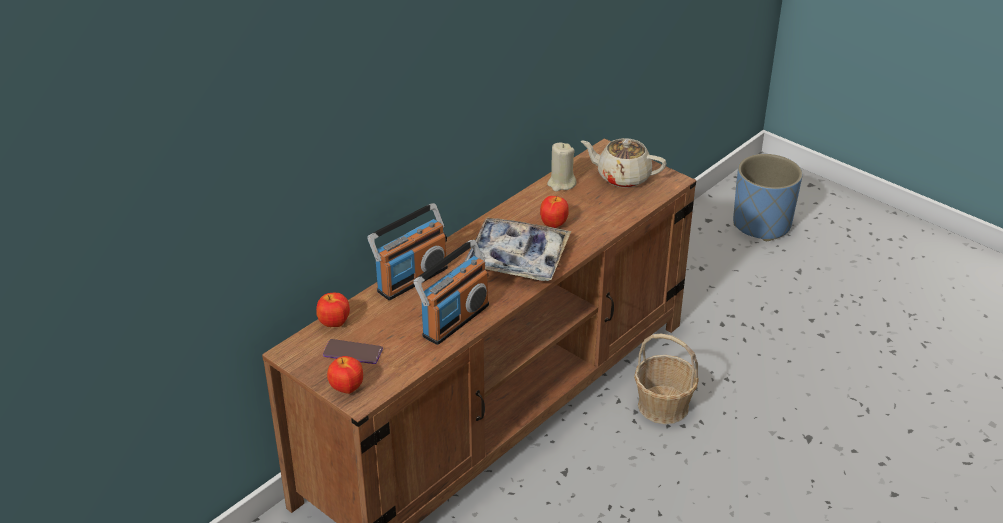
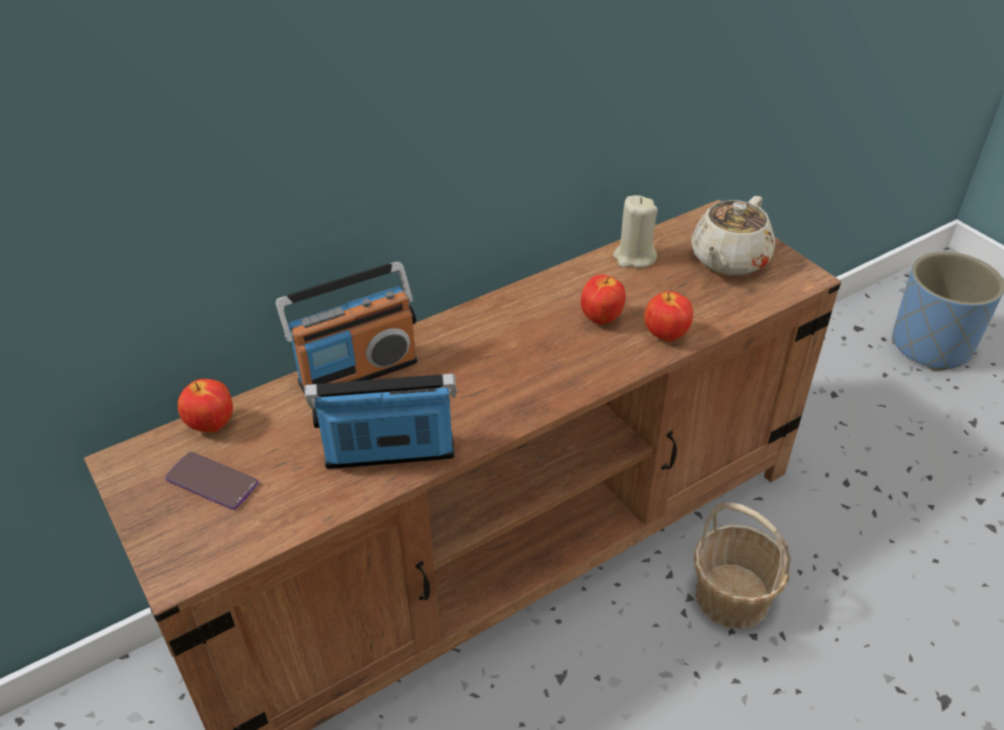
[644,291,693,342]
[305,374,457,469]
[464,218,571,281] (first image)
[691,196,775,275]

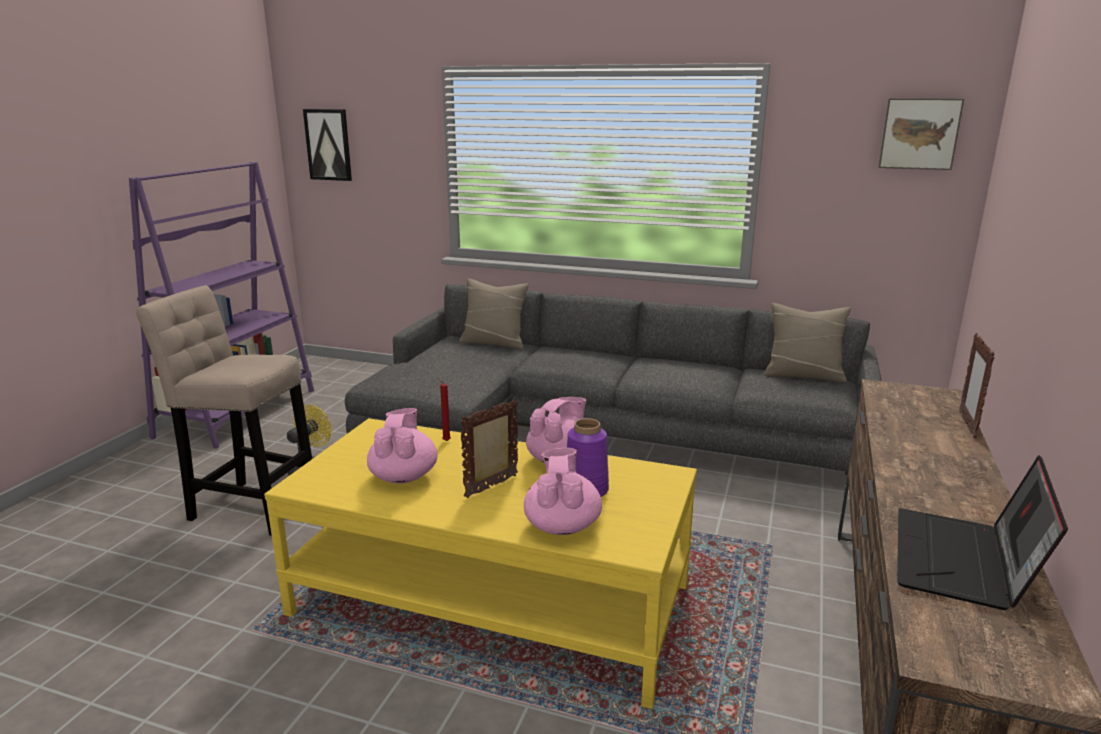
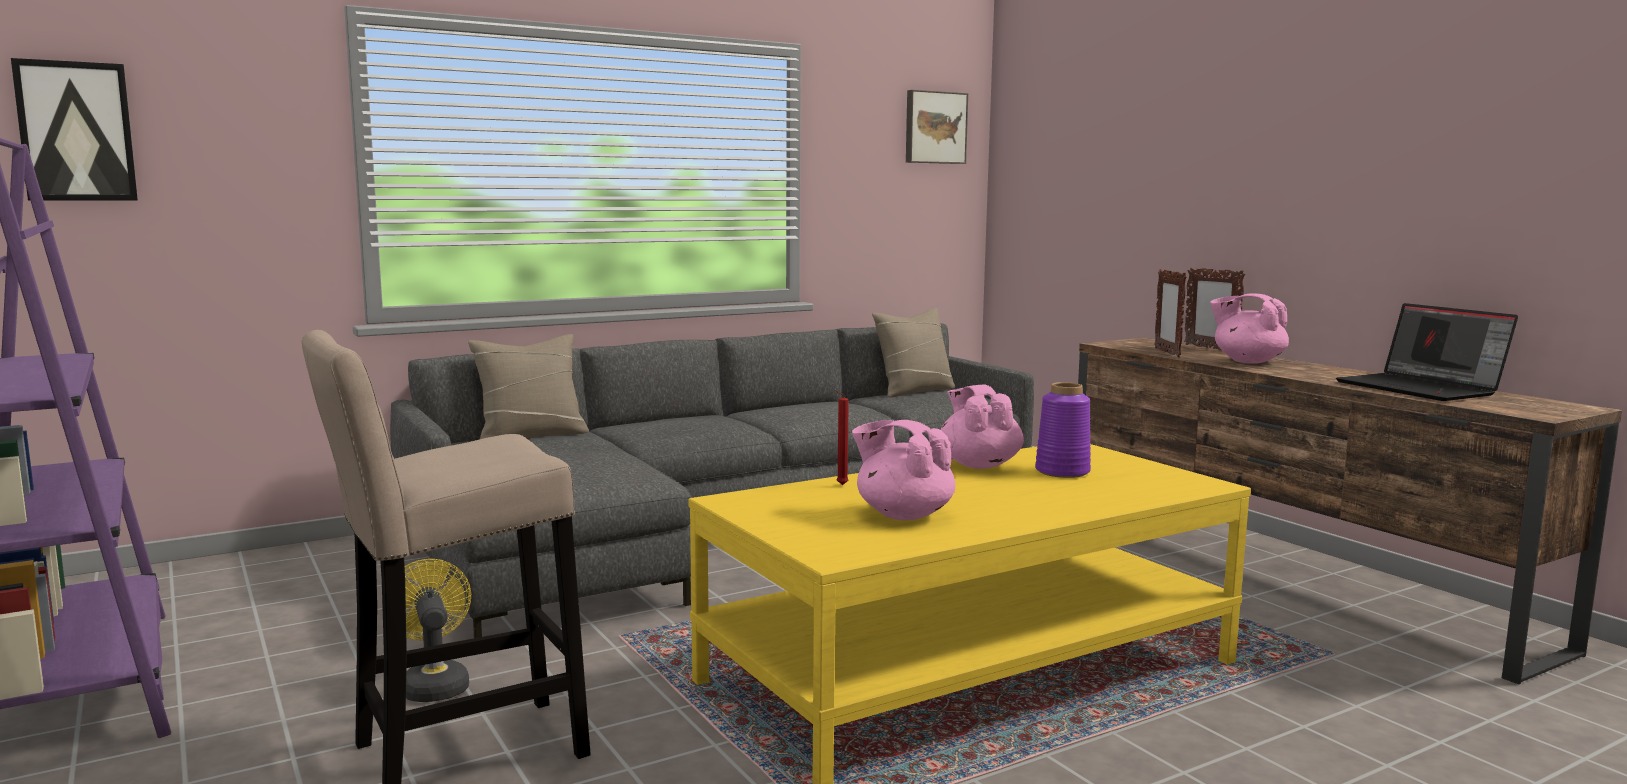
[1154,269,1187,357]
[1210,293,1289,364]

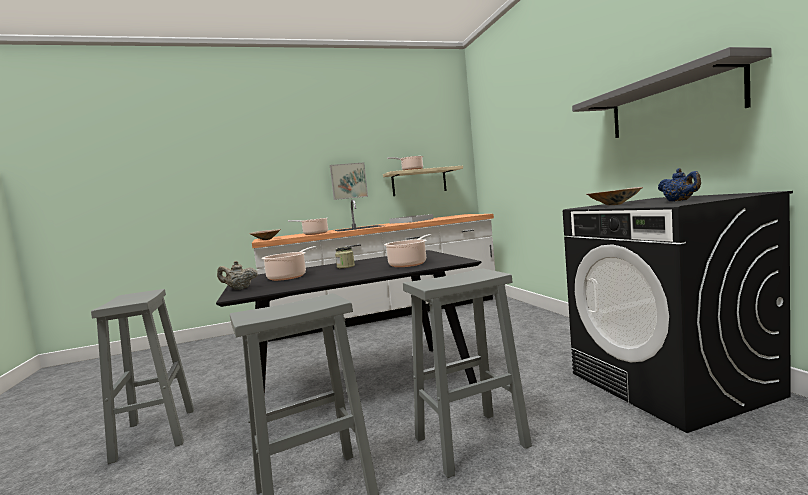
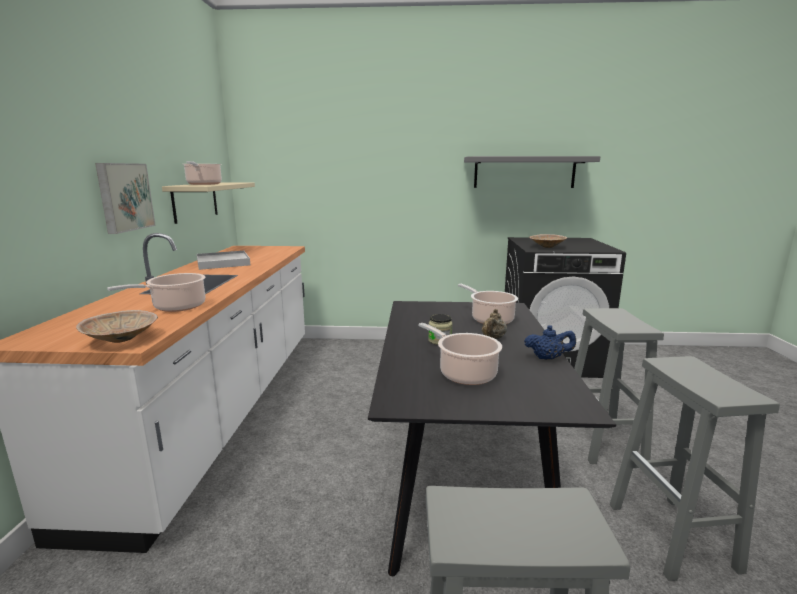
[482,309,507,340]
[524,325,576,360]

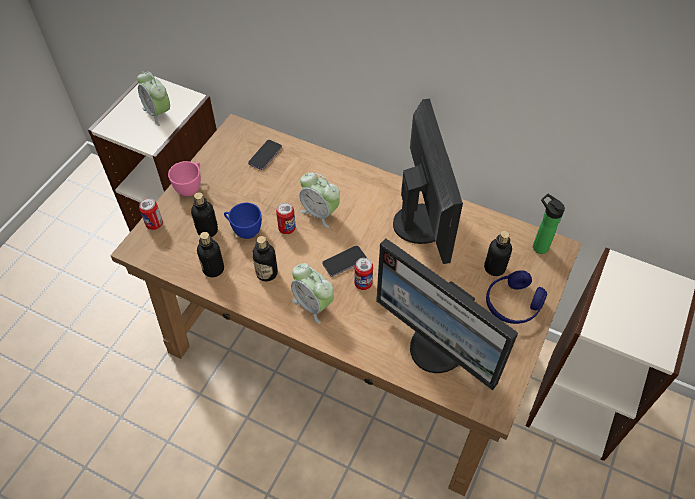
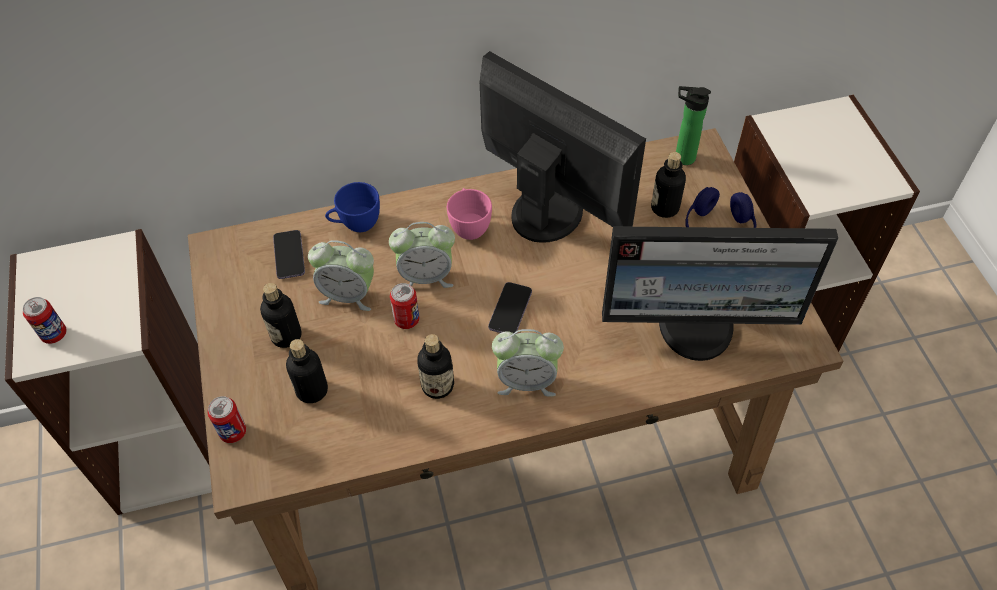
[308,240,374,311]
[447,188,492,240]
[260,283,302,348]
[325,182,380,232]
[23,297,67,344]

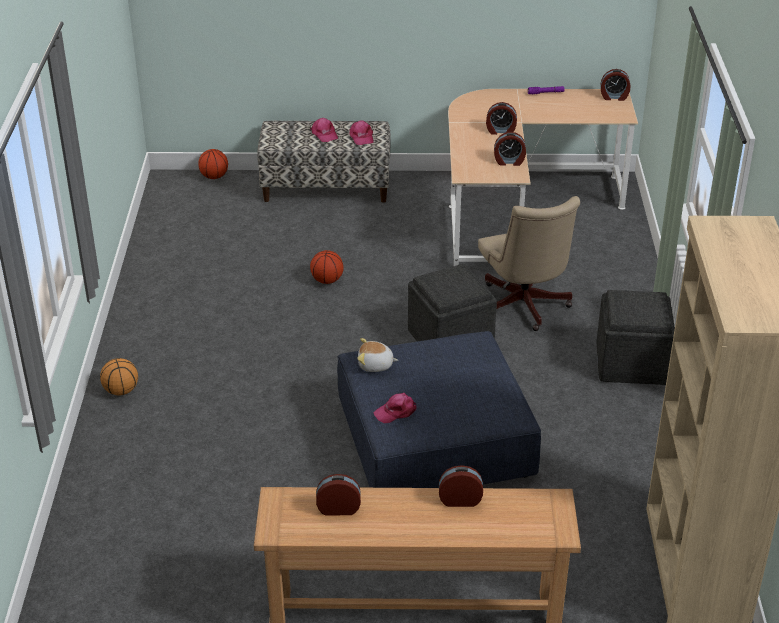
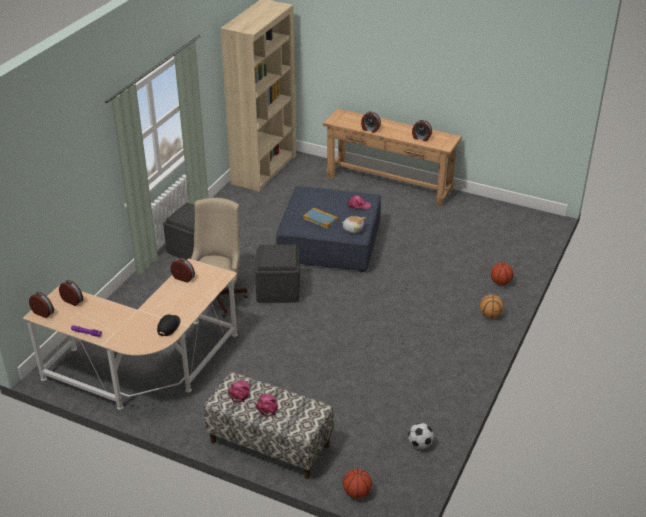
[491,263,514,285]
[59,280,83,306]
[157,315,180,336]
[303,208,338,229]
[408,423,434,449]

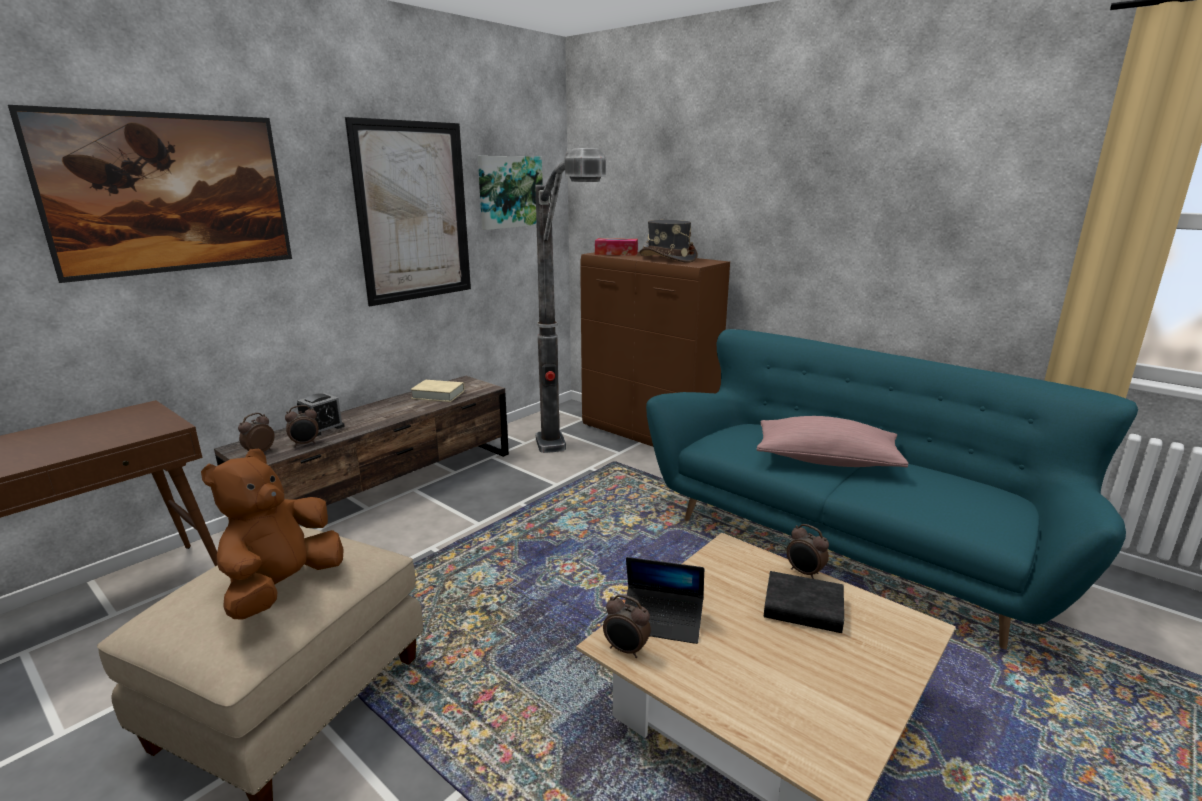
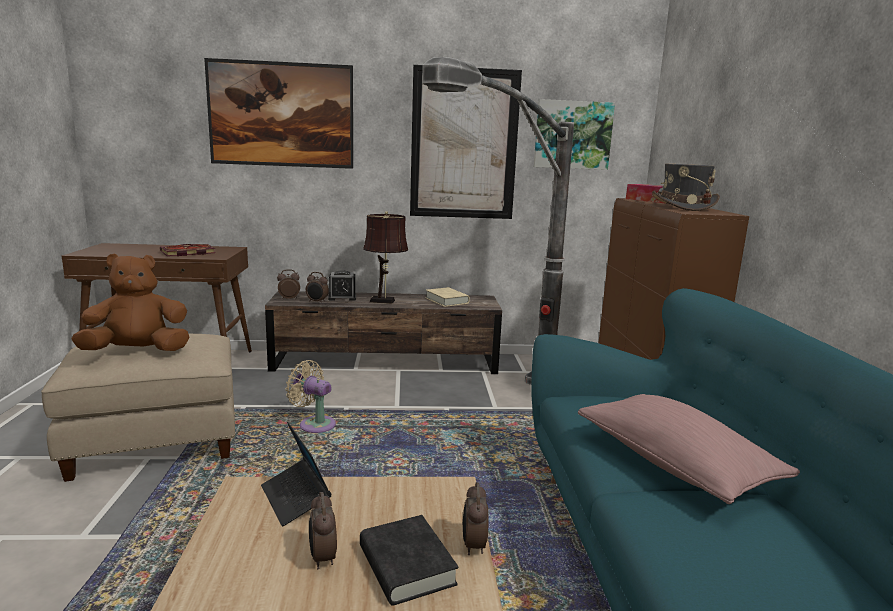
[309,492,337,569]
[160,244,215,256]
[285,360,336,433]
[363,211,408,304]

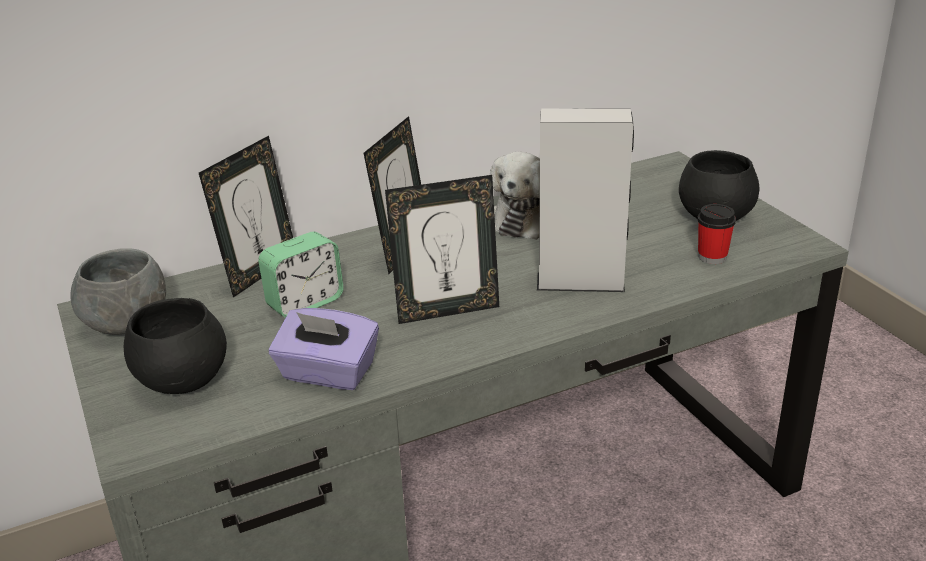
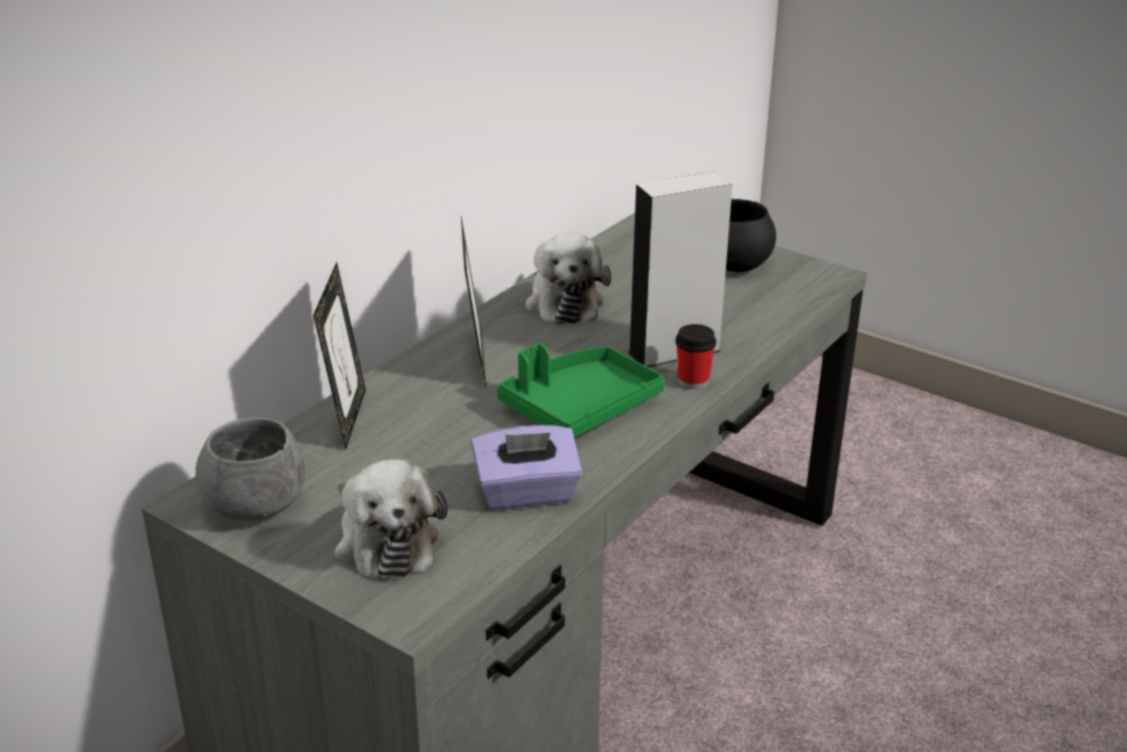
[335,459,447,581]
[258,232,344,318] (first image)
[497,343,665,438]
[676,324,716,390]

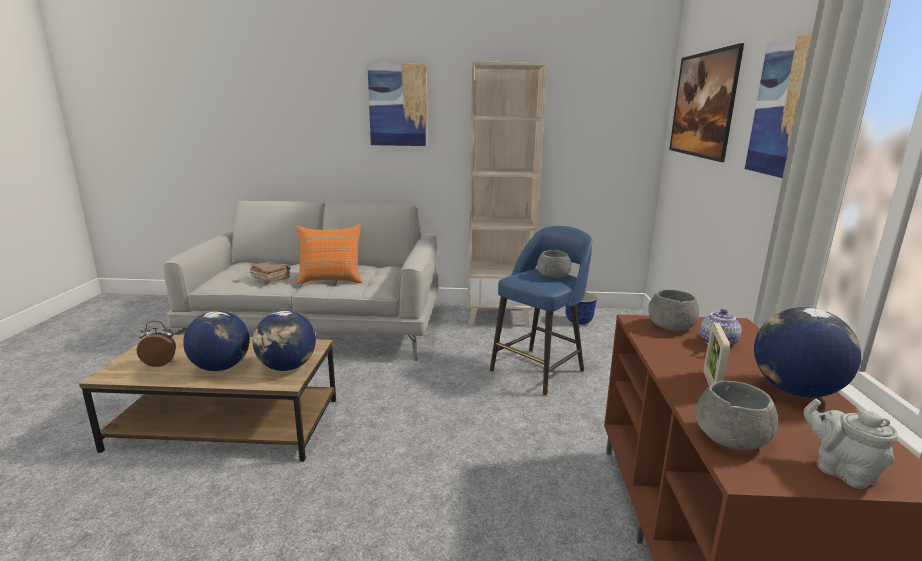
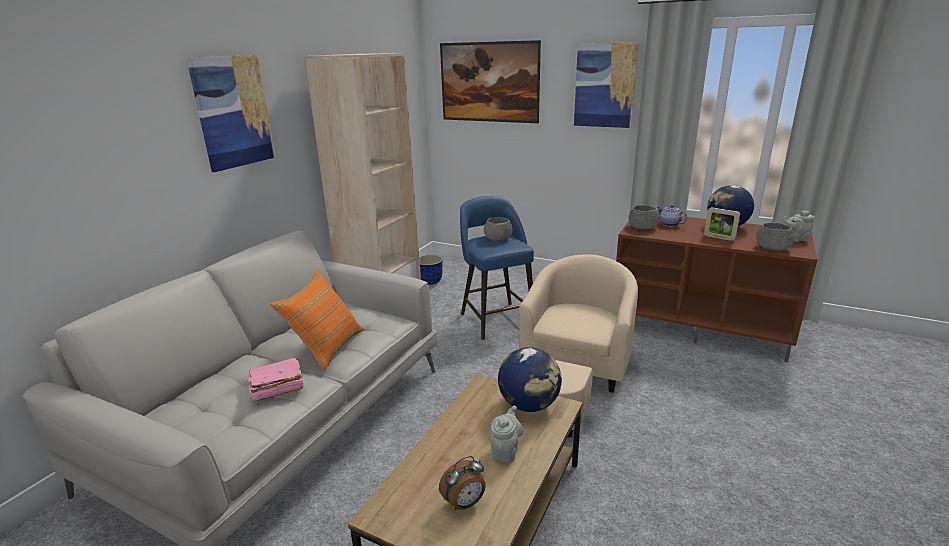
[439,456,486,510]
[490,406,523,463]
[248,358,304,402]
[519,254,638,437]

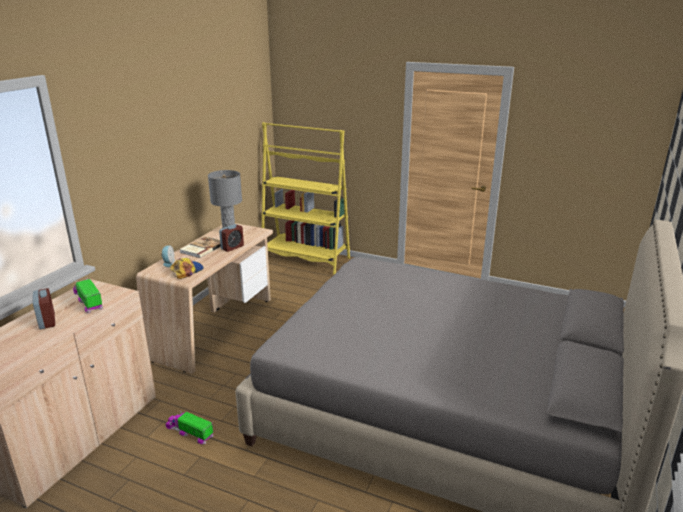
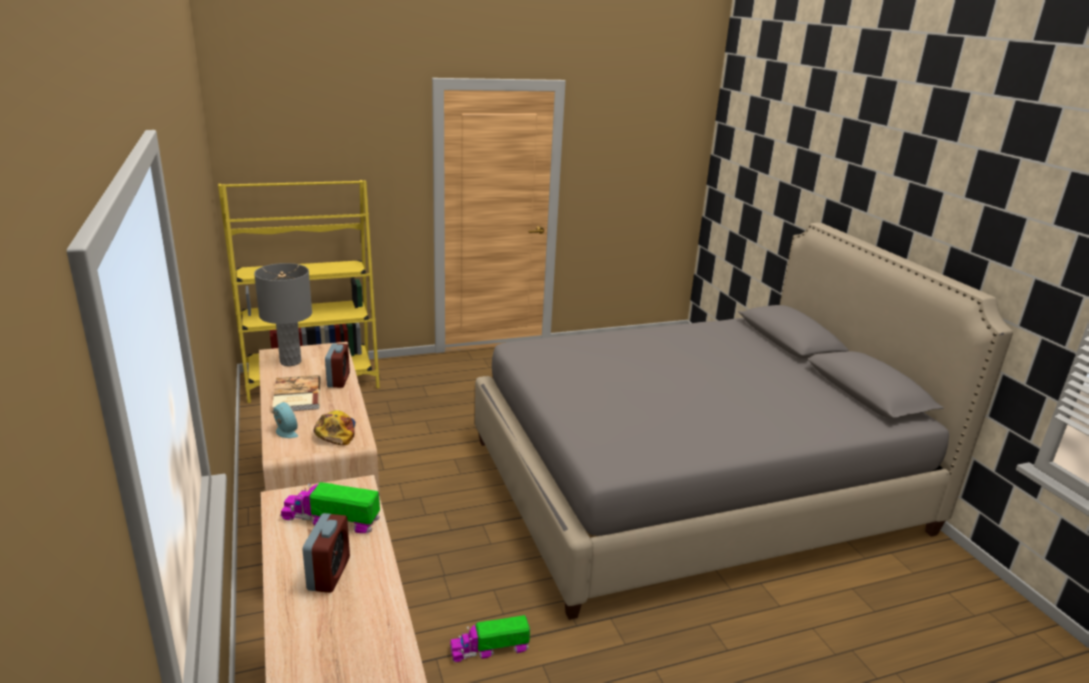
[303,513,350,593]

